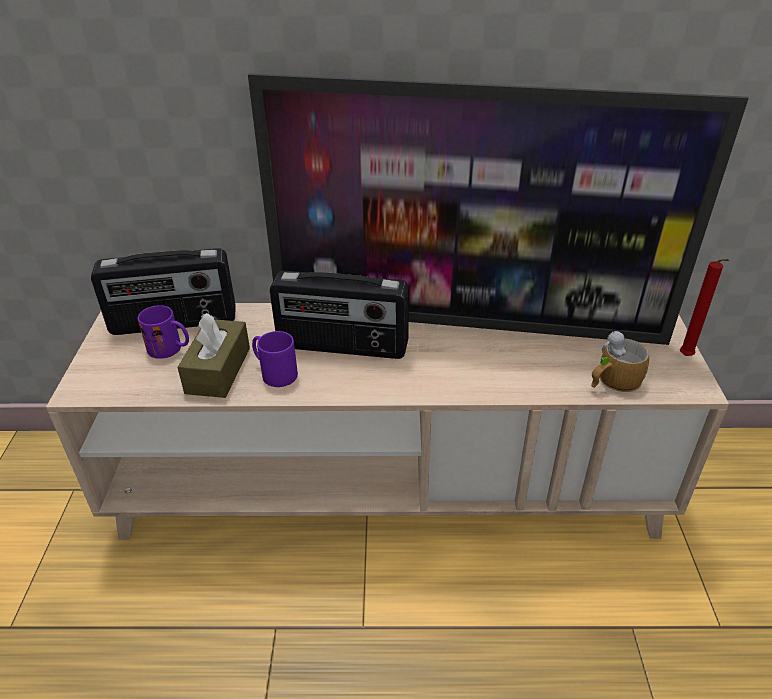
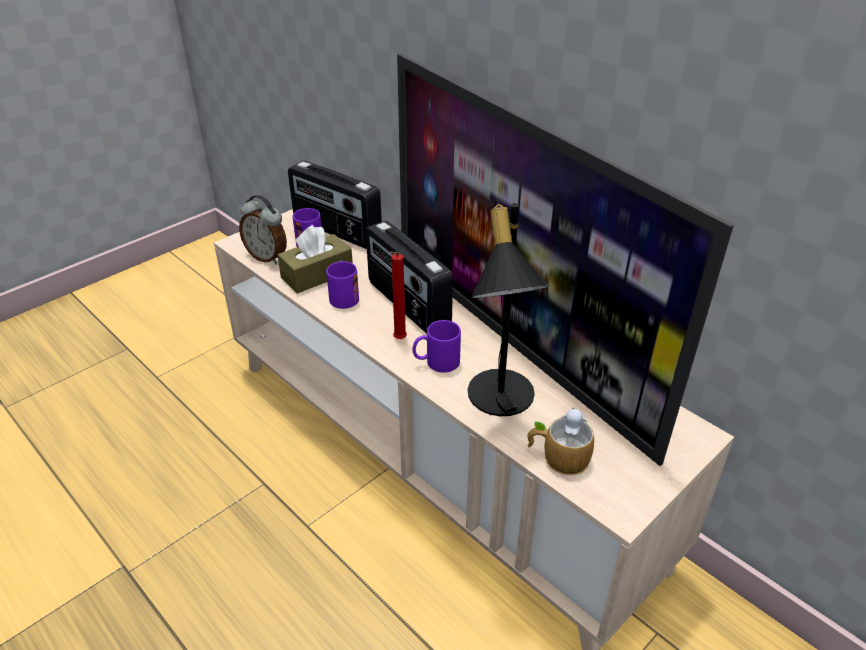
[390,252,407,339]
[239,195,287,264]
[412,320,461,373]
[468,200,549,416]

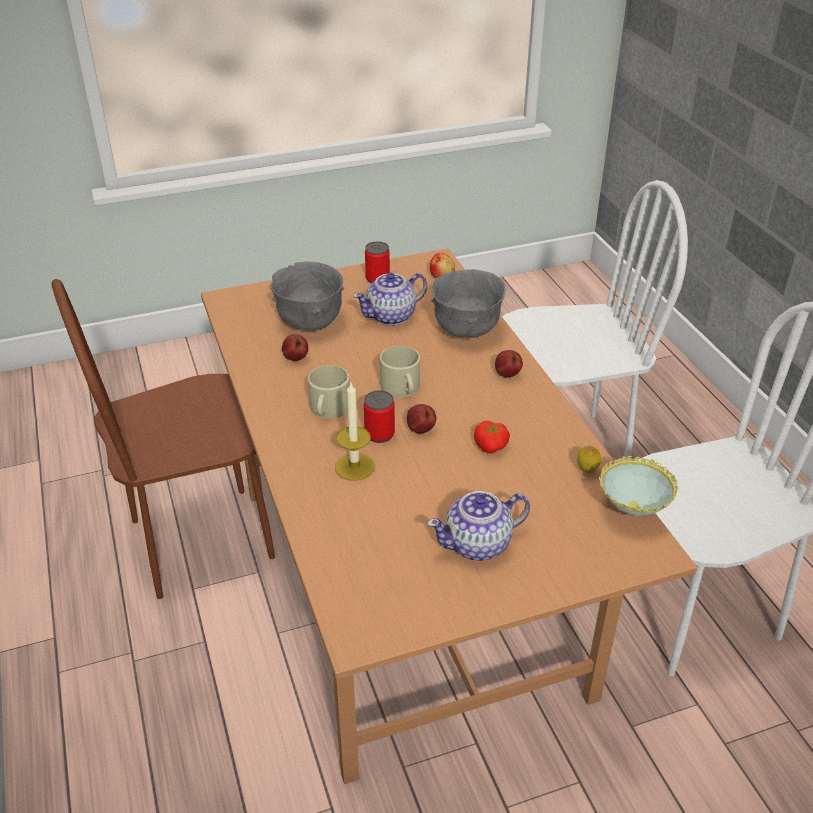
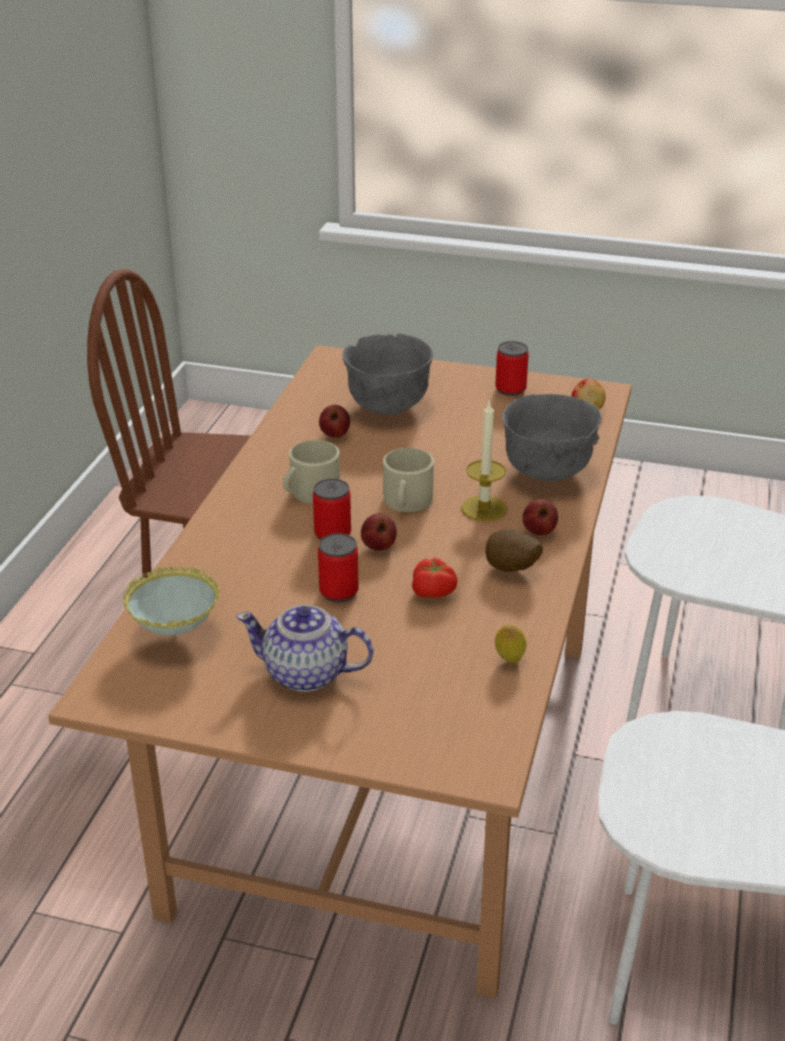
[461,399,507,521]
[353,273,427,325] (first image)
[122,566,220,635]
[318,533,358,602]
[485,529,543,572]

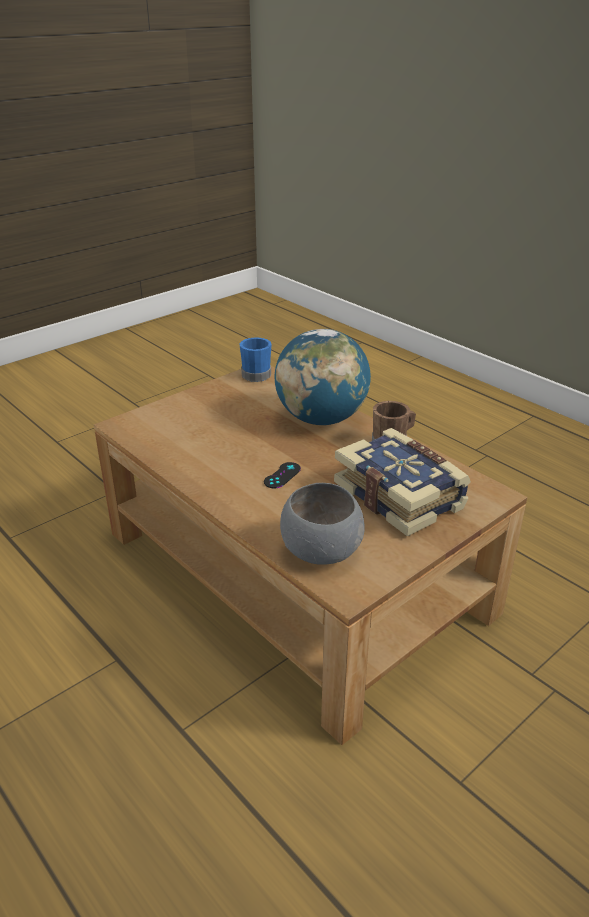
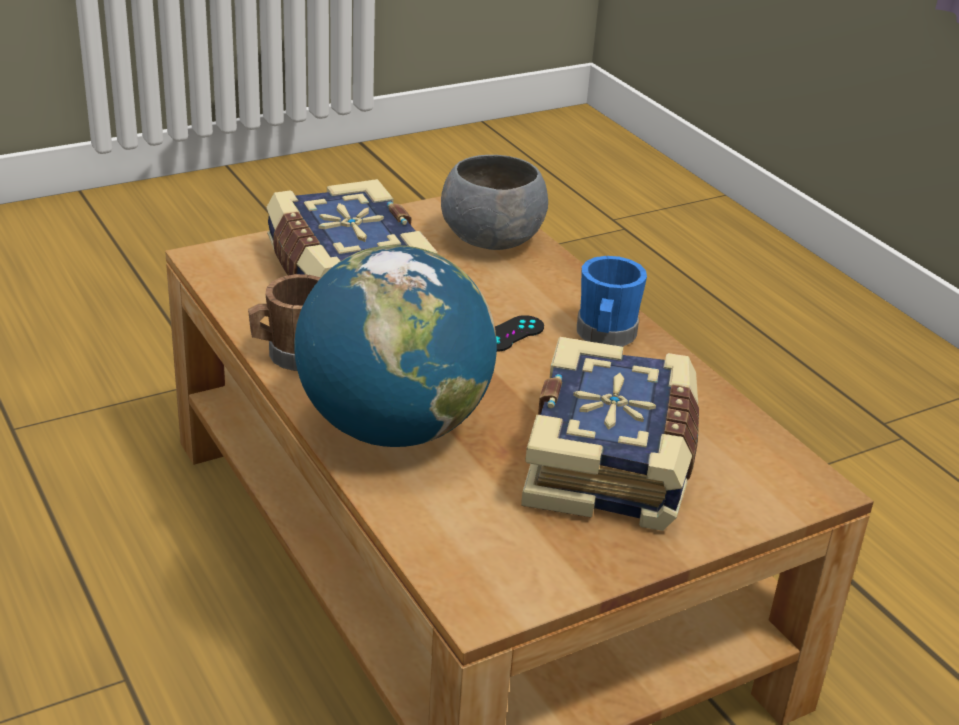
[577,256,647,347]
[521,337,699,531]

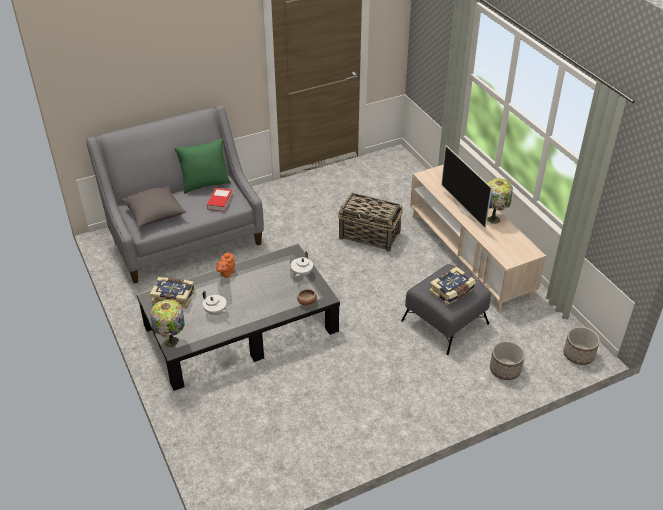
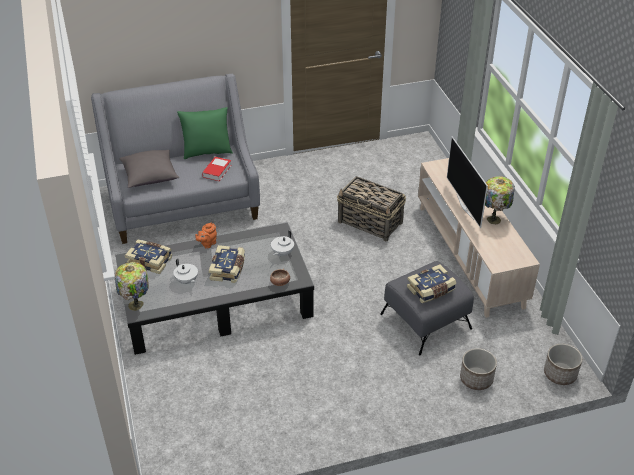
[209,245,245,283]

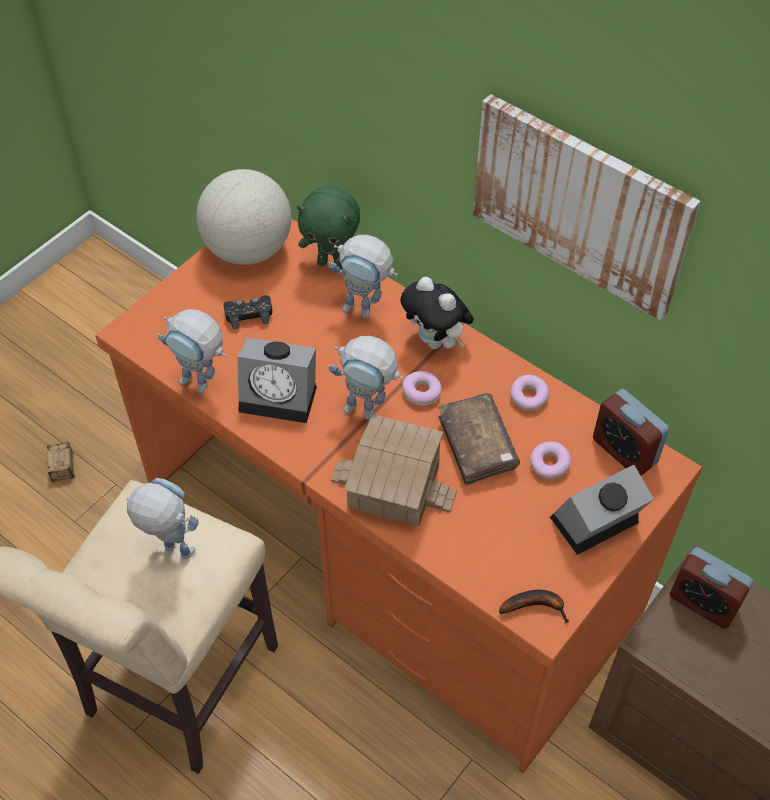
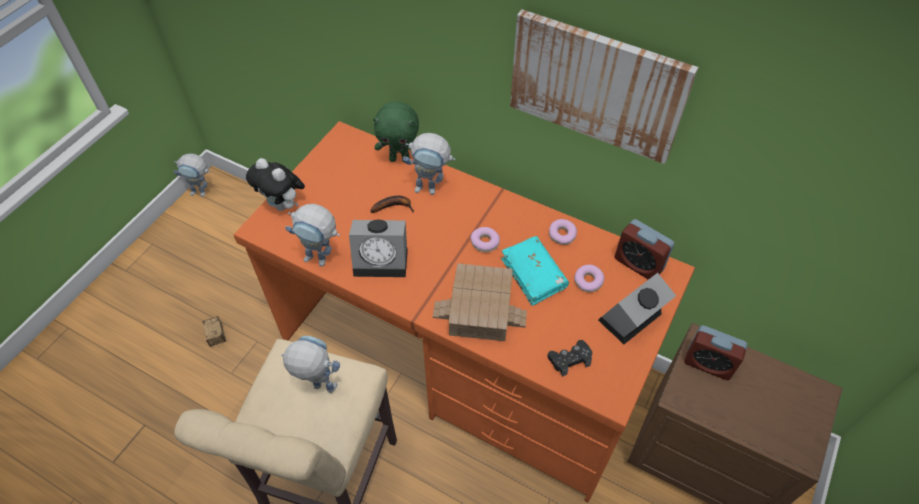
[196,169,291,265] (first image)
[547,340,592,377]
[173,153,210,197]
[246,158,305,211]
[501,236,569,306]
[370,196,414,213]

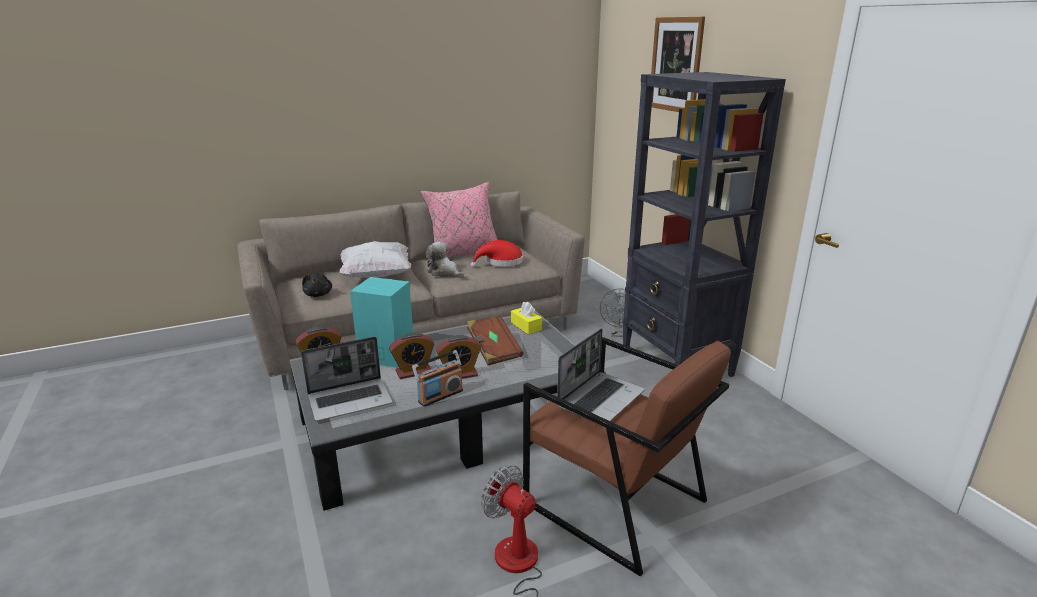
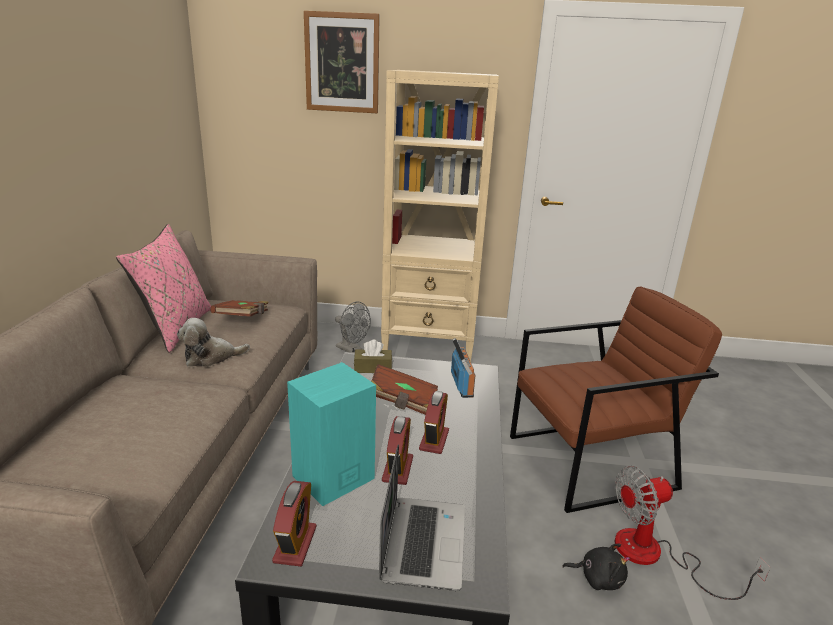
[562,544,630,590]
[339,241,411,278] (first image)
[451,338,476,398]
[210,300,269,317]
[354,339,392,373]
[557,328,645,421] (first image)
[381,70,499,362]

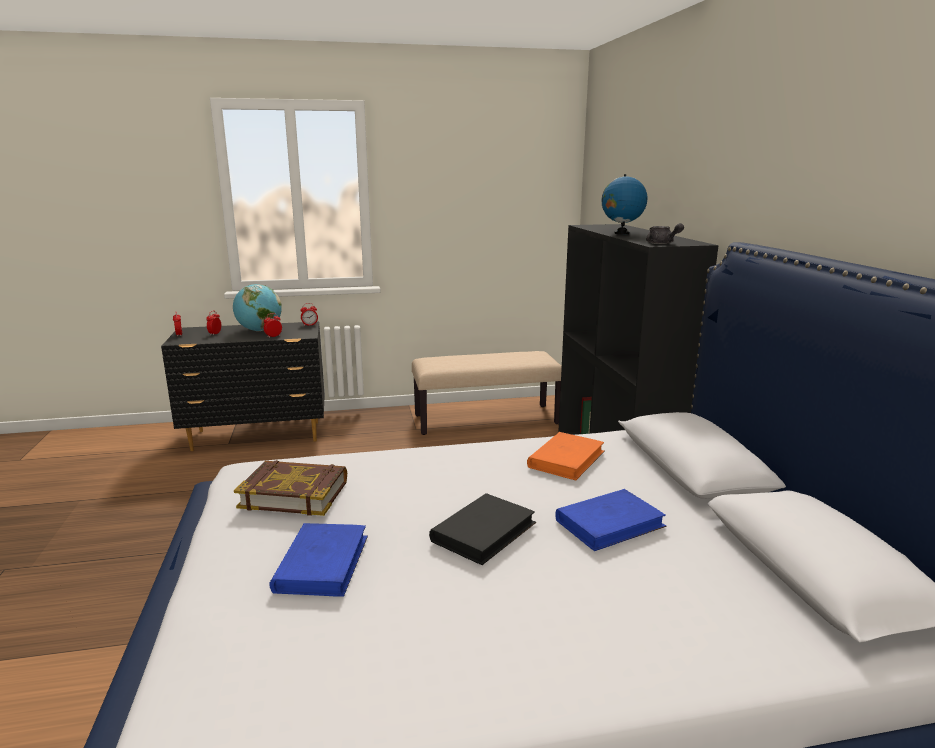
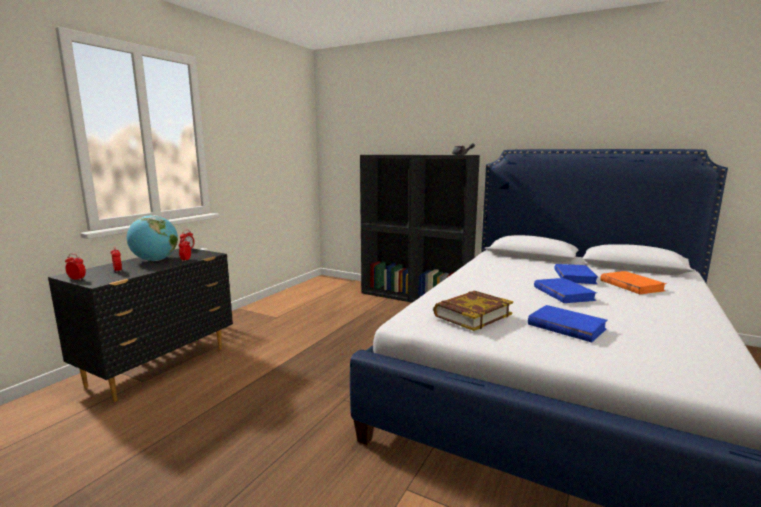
[412,351,562,435] (first image)
[534,278,597,303]
[600,271,666,294]
[602,174,648,234] (first image)

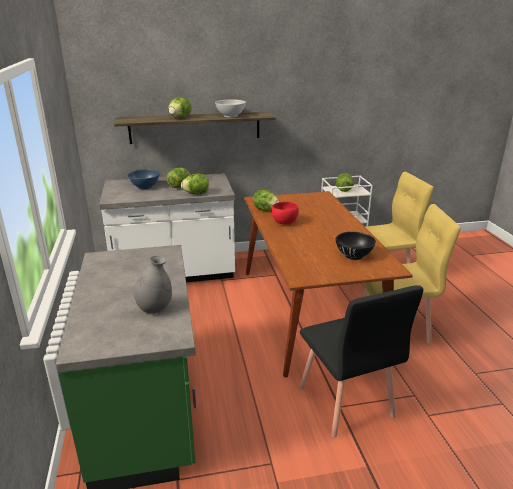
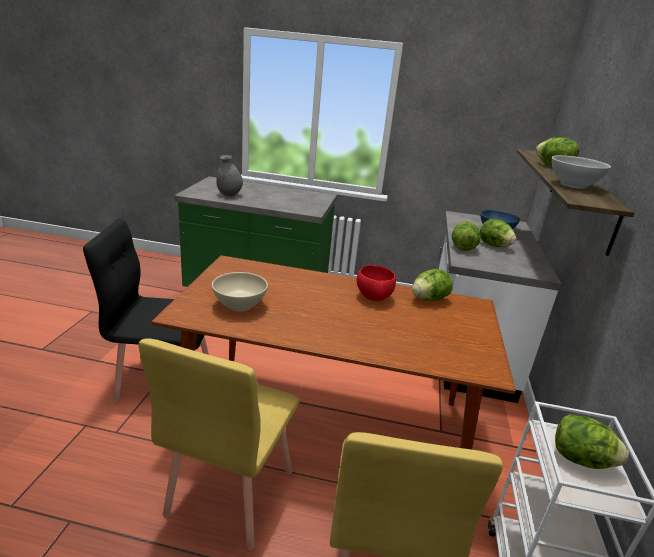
[212,272,268,312]

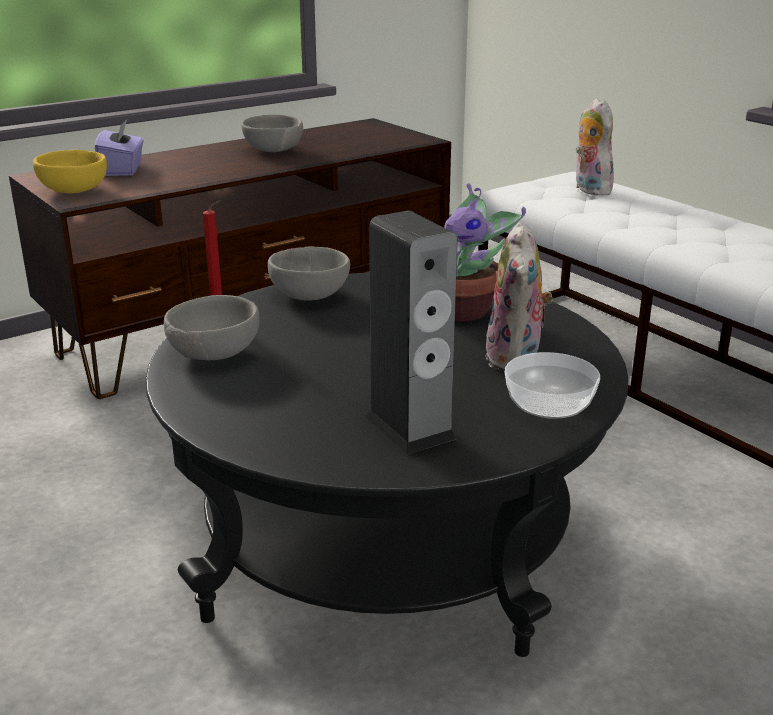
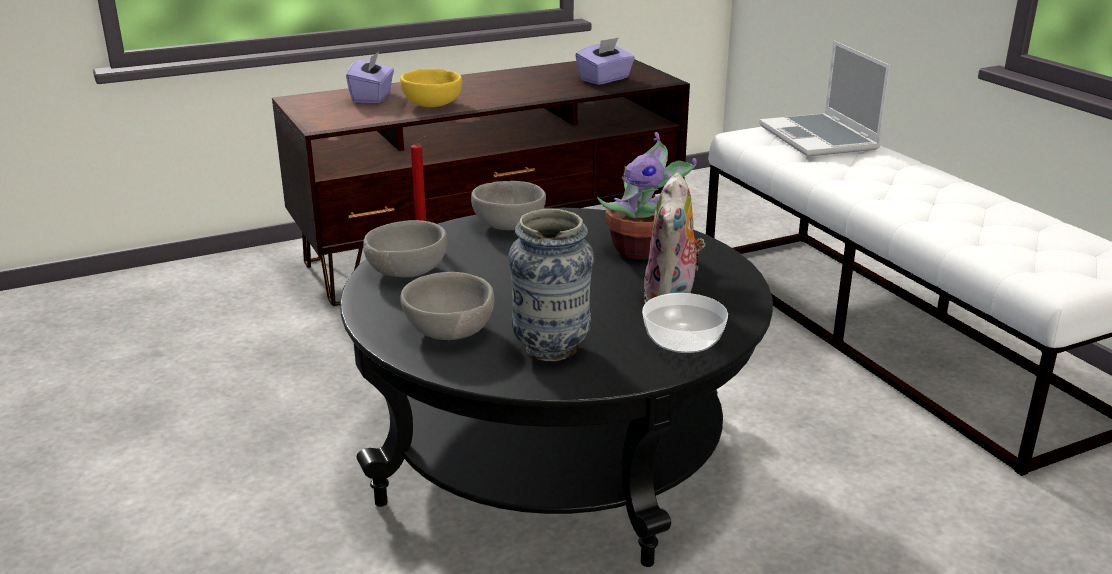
[400,69,462,107]
[400,272,494,340]
[508,209,594,361]
[759,41,891,157]
[575,37,635,85]

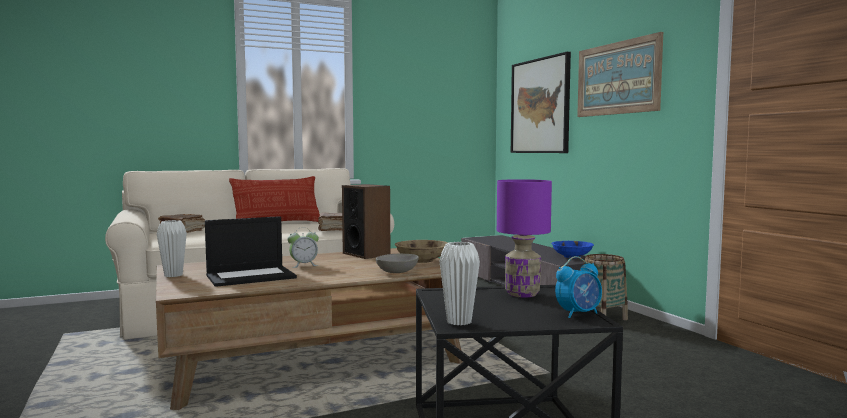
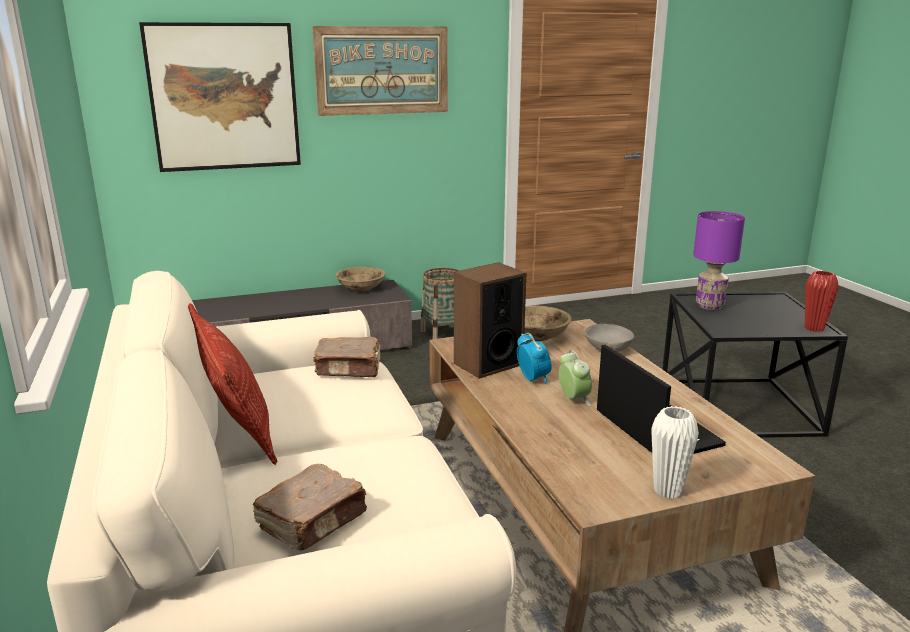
[805,271,838,332]
[335,267,385,292]
[517,333,552,384]

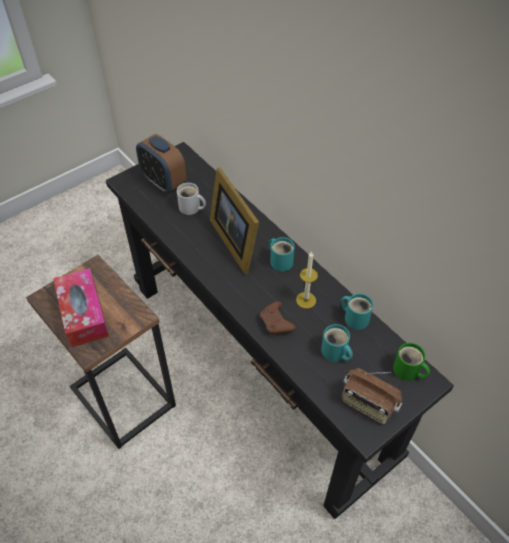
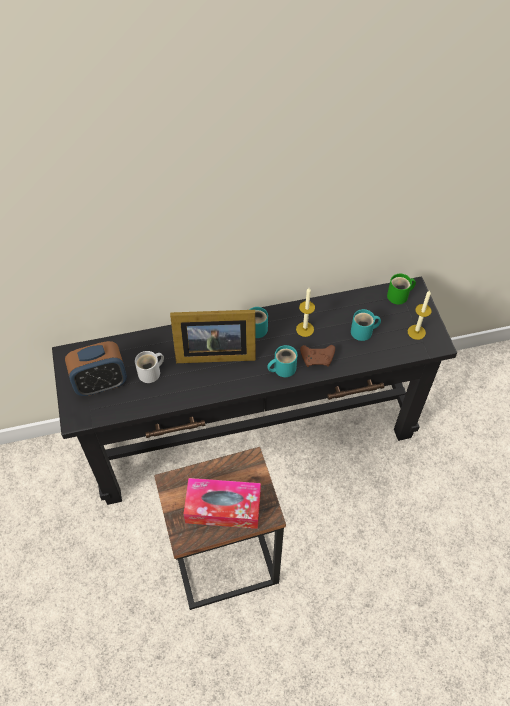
[267,345,298,377]
[408,290,432,340]

